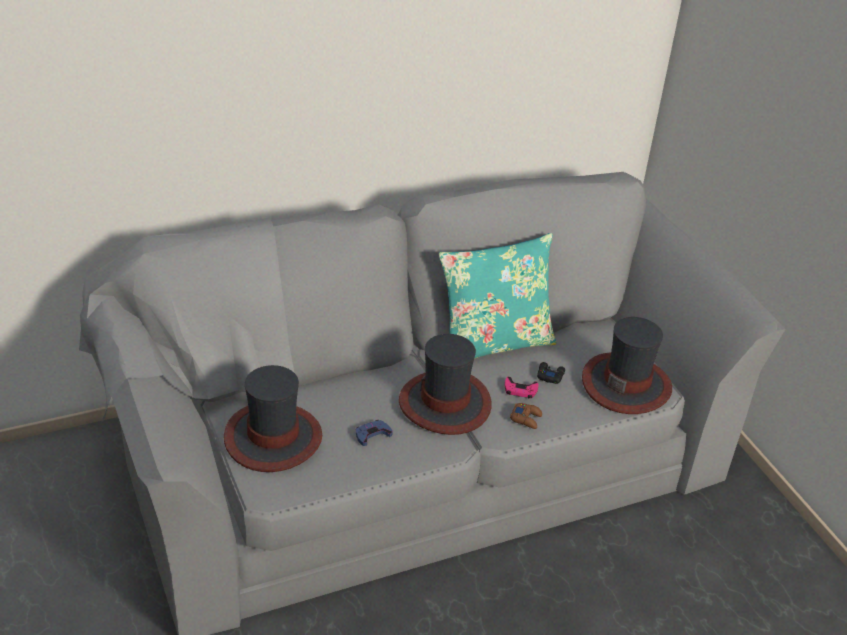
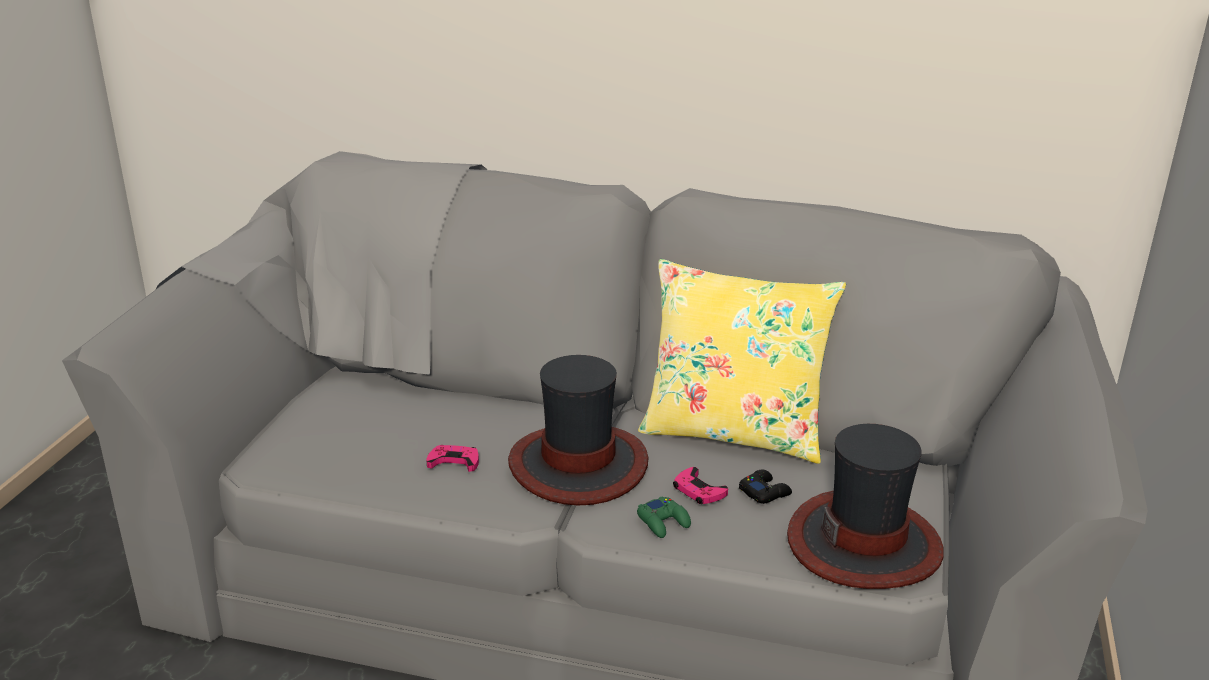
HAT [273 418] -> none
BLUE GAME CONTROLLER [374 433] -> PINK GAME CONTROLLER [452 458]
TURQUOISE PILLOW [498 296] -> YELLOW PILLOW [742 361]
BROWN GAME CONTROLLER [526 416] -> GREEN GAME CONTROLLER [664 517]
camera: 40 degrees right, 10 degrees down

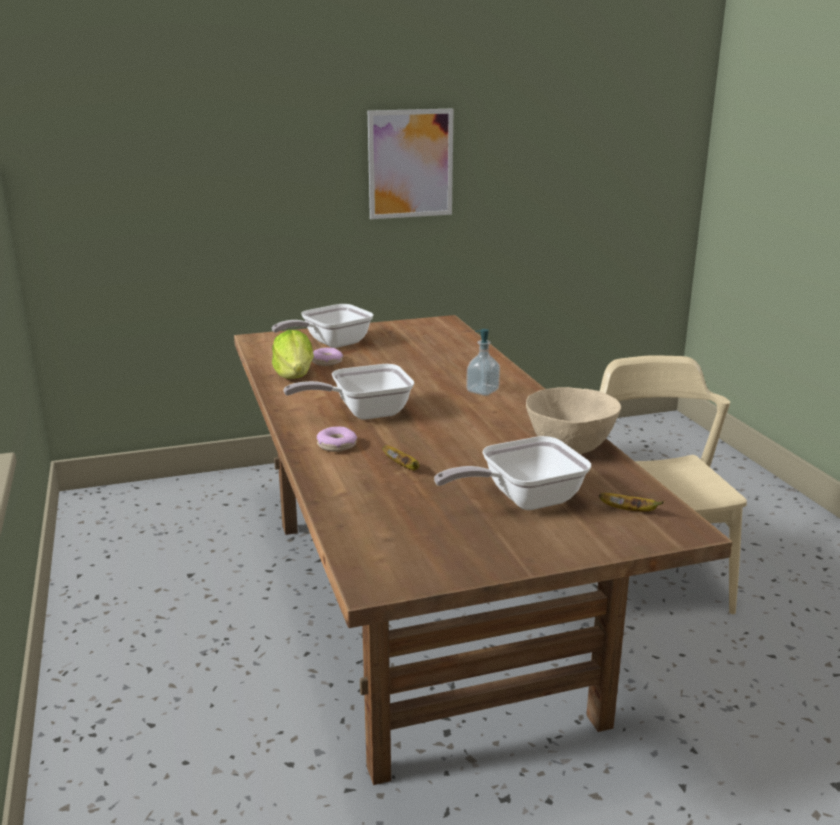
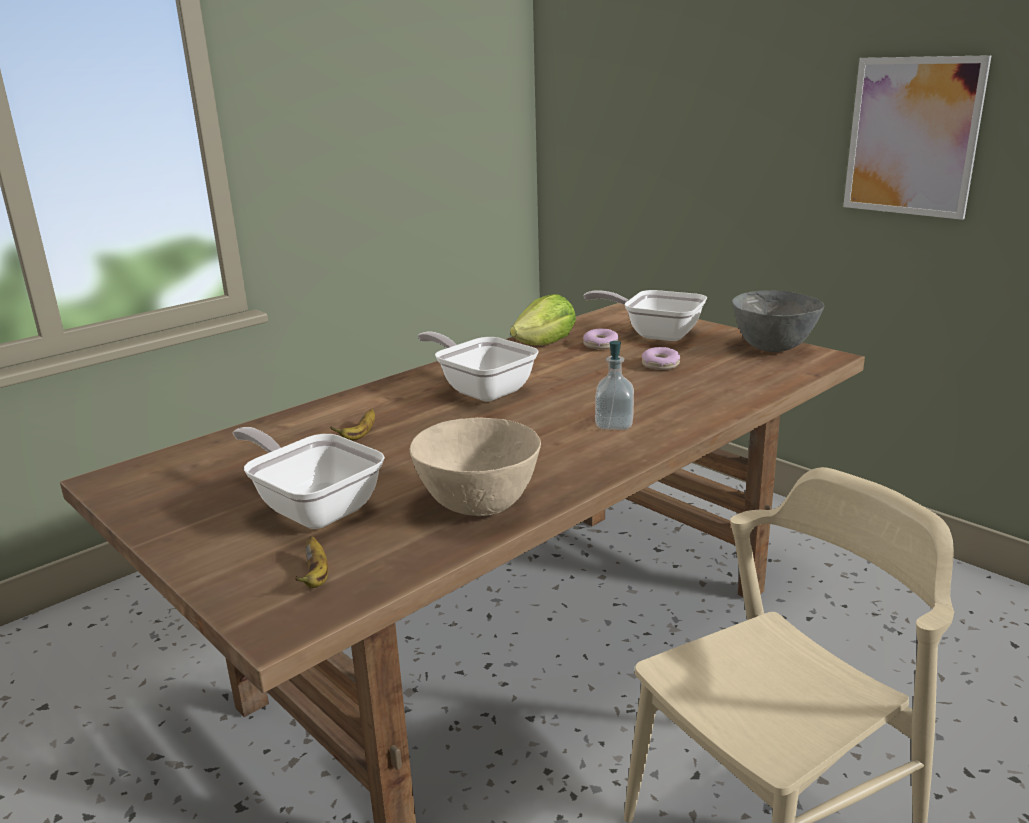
none -> GREY BOWL [778 321]
DONUT [337 439] -> DONUT [661 358], shifted
camera: 65 degrees right, 0 degrees up

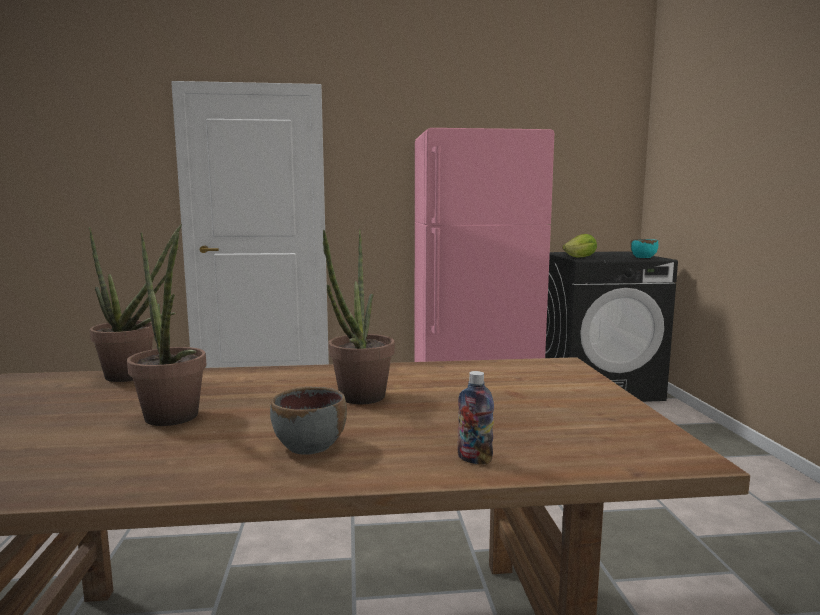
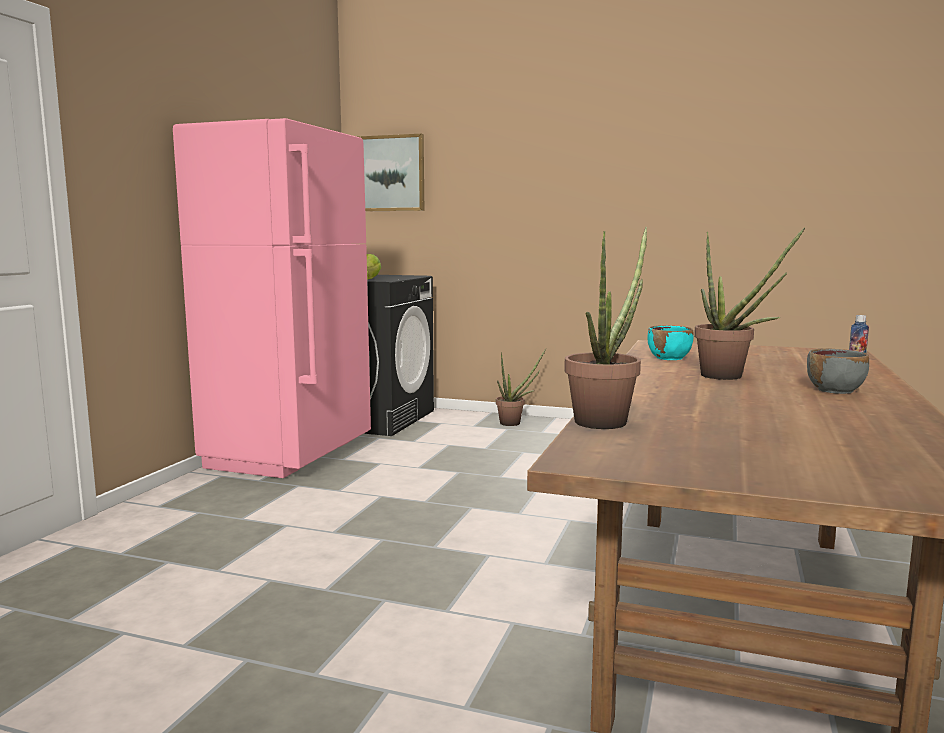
none -> PICTURE [391 172]
POTTED PLANT [167 329] -> POTTED PLANT [521 387], shifted
TURQUOISE BOWL [644 248] -> TURQUOISE BOWL [671 342], shifted
camera: 65 degrees left, 0 degrees up

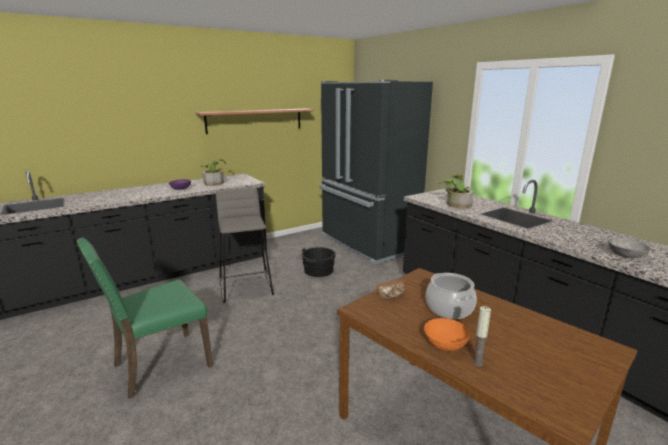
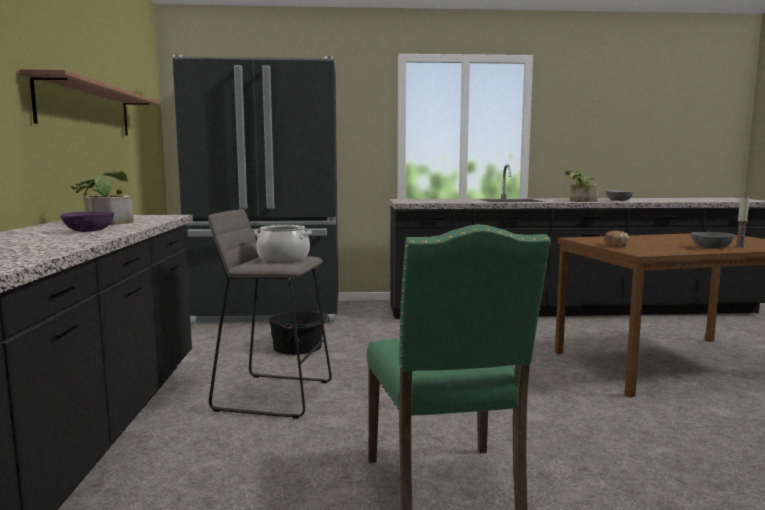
COOKING POT [451 296] -> COOKING POT [283 243], shifted
POTTED PLANT [455 191] -> POTTED PLANT [582 185], shifted
ORANGE BOWL [447 334] -> GREY BOWL [713 240]
camera: 60 degrees left, 10 degrees down

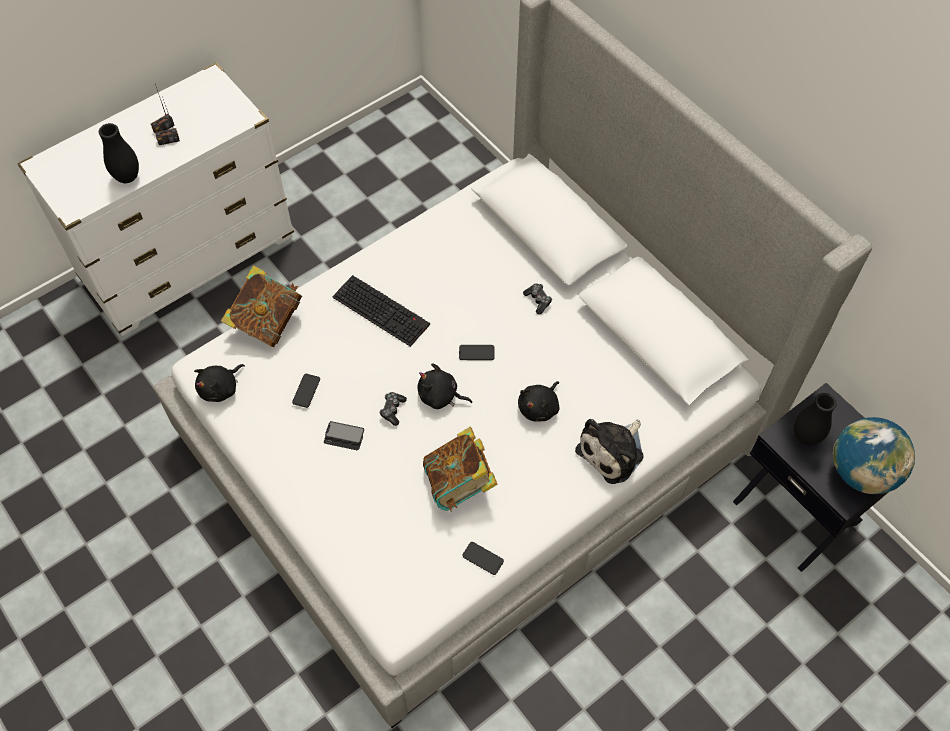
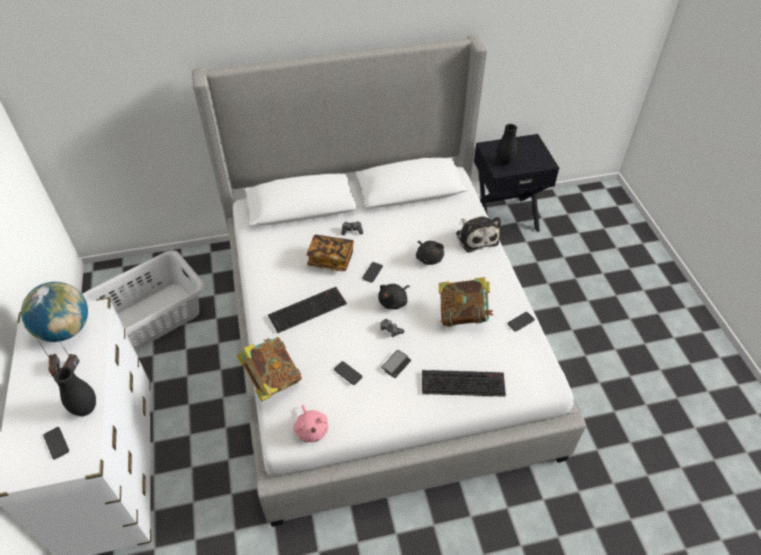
none -> PHONE [56 443]
none -> GREY LAUNDRY BASKET [143 300]
none -> BOOK [330 253]
none -> KEYBOARD [464 383]
GLOBE [874 455] -> GLOBE [54 312], shifted
BLACK PLUSH TOY [219 383] -> PINK PLUSH TOY [310 423]
camera: 65 degrees left, 10 degrees down

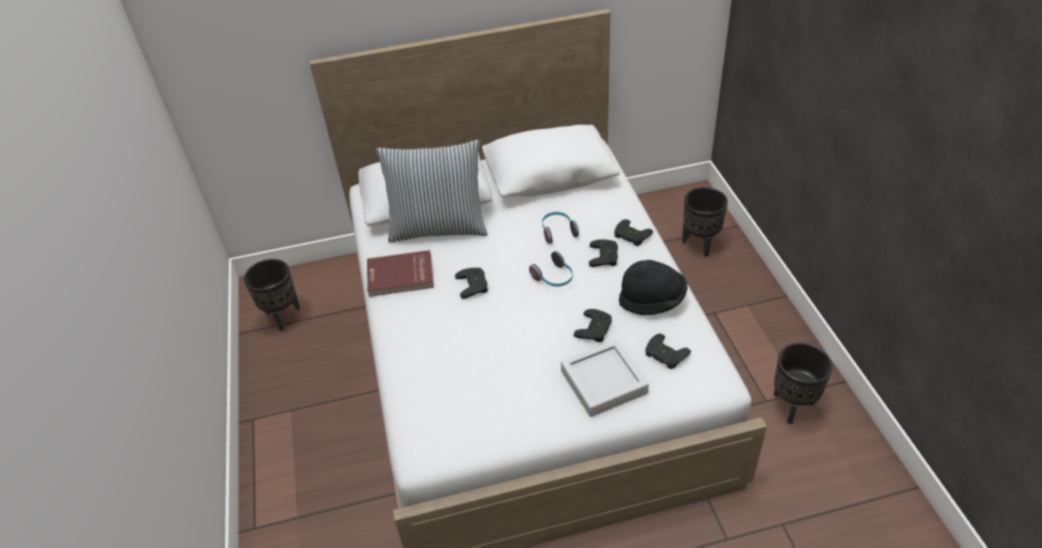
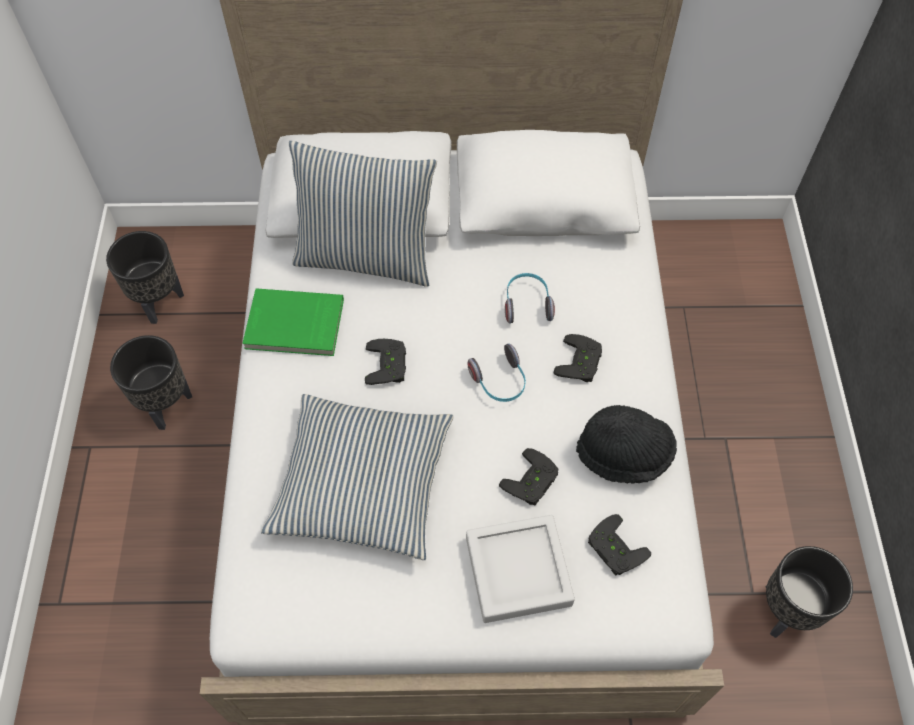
BLACK GAME CONTROLLER [633 232] -> none
none -> PILLOW [357 477]
BLACK PLANTER [705 222] -> BLACK PLANTER [151 382], shifted
RED BOOK [400 273] -> GREEN BOOK [293 322]
camera: 10 degrees right, 15 degrees up

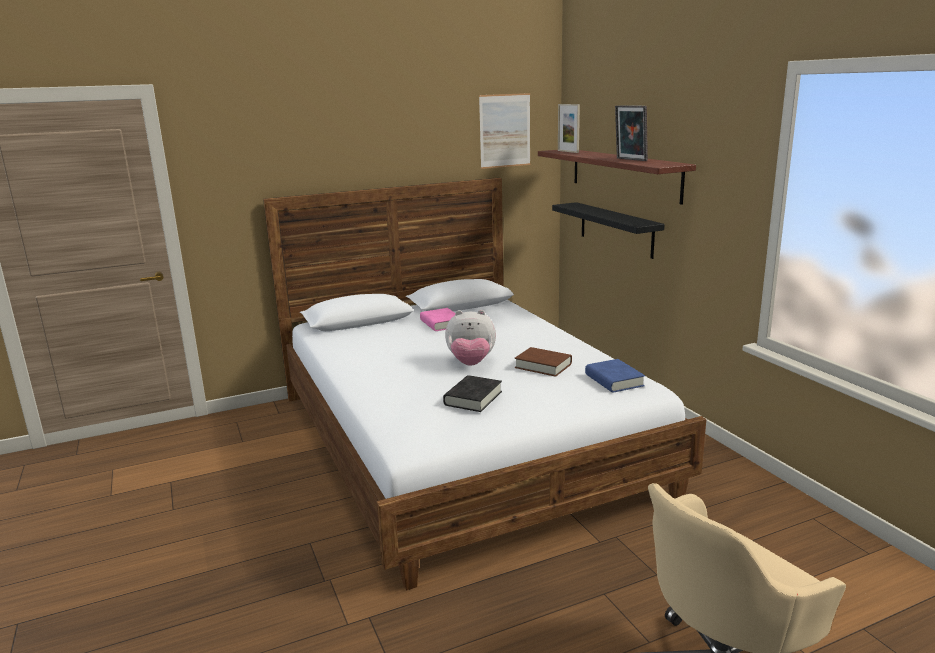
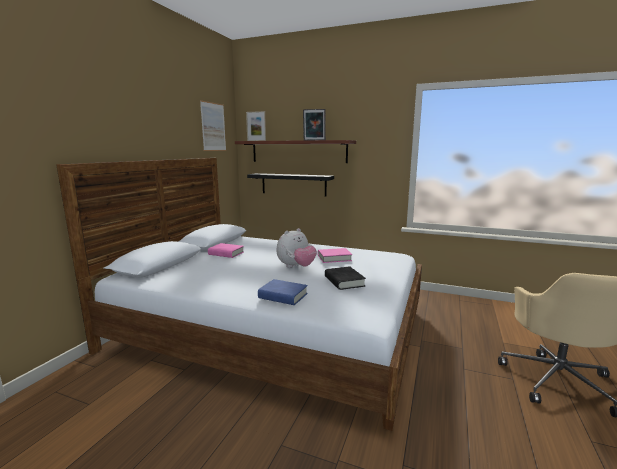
BLUE BOOK [615 376] -> BLUE BOOK [283 292], shifted
BROWN BOOK [543 362] -> PINK BOOK [335 255]
camera: 45 degrees left, 5 degrees down

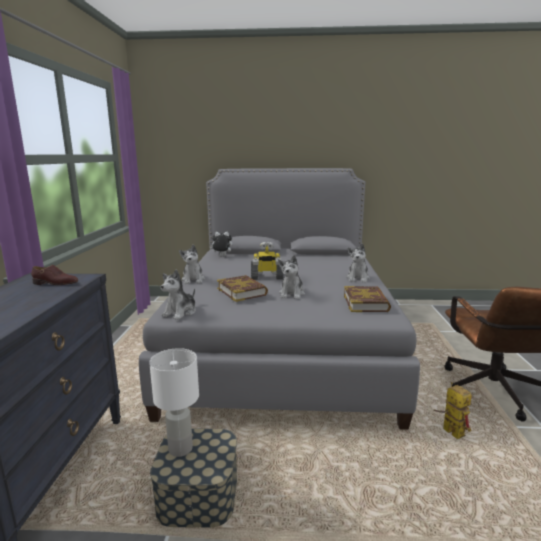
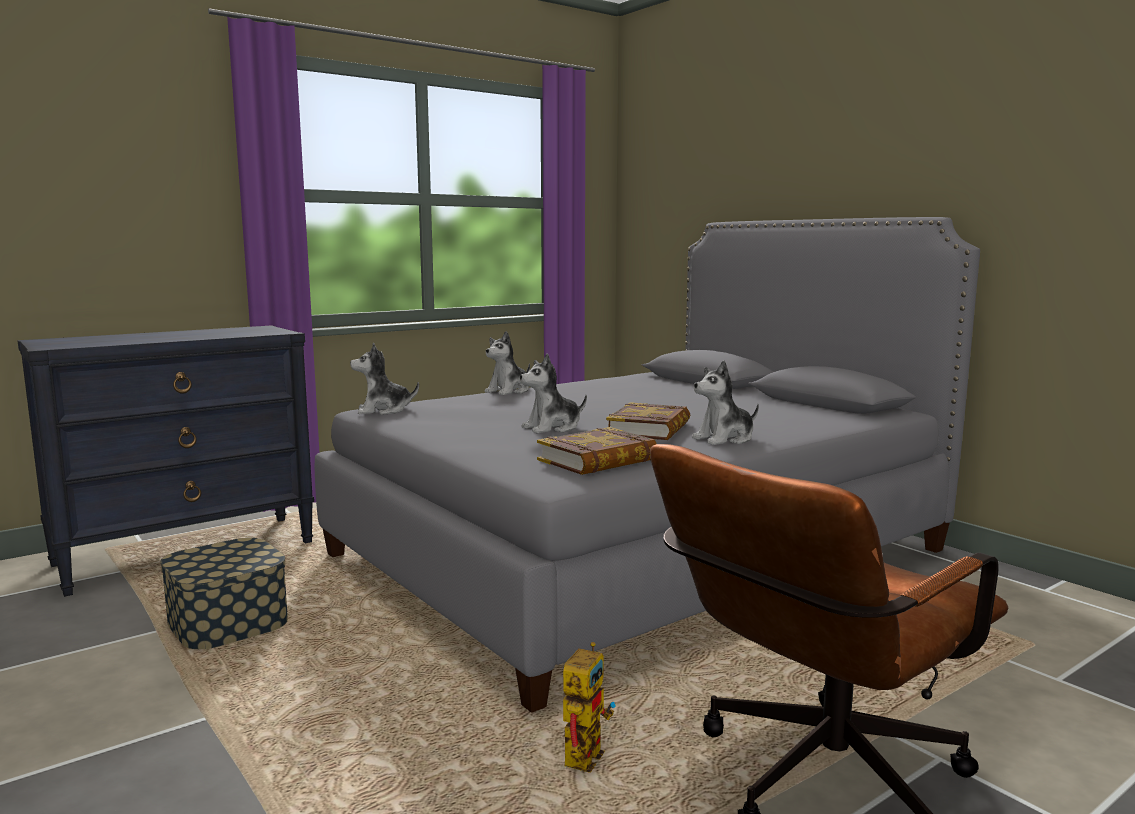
BROWN SHOE [54 275] -> none
WHITE TABLE LAMP [174 402] -> none
PLUSH TOY [221 244] -> none
TOY ROBOT [267 260] -> none
BOOK [242 288] -> BOOK [648 421], shifted
camera: 50 degrees right, 5 degrees down

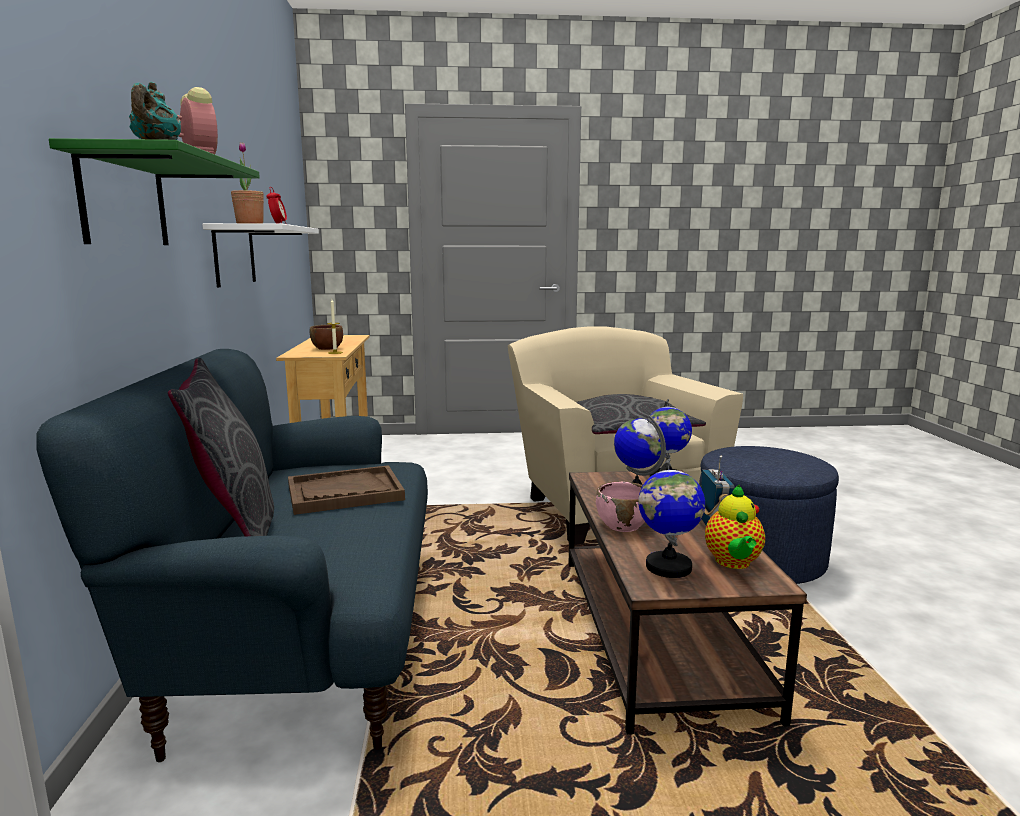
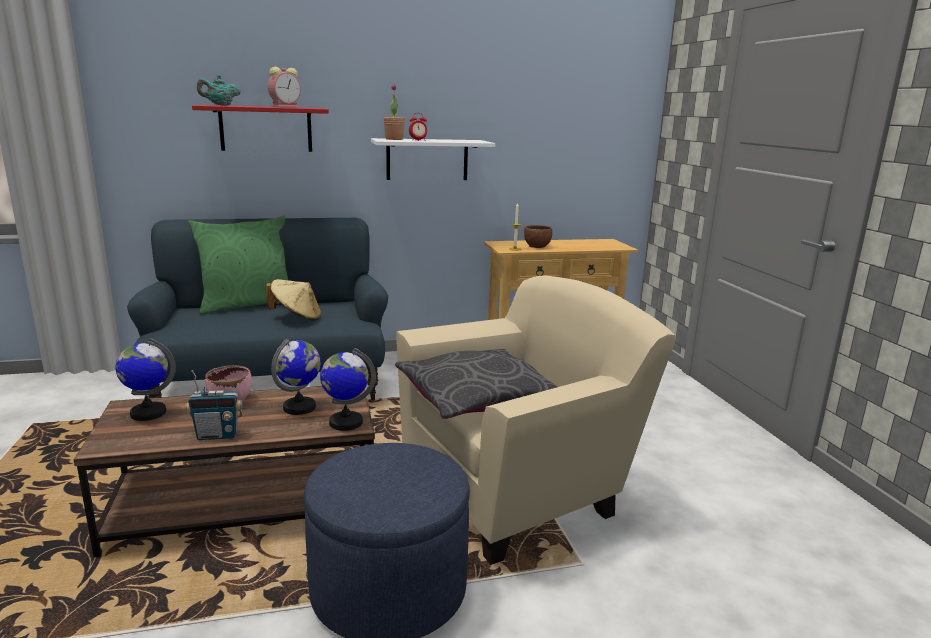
TEAPOT [735 527] -> none
BROWN TRAY [346 490] -> BEIGE HAT [294 300]
GREEN SHELF [154 191] -> RED SHELF [260 128]
GREY PILLOW [221 447] -> GREEN PILLOW [238 265]
camera: 80 degrees right, 5 degrees up

